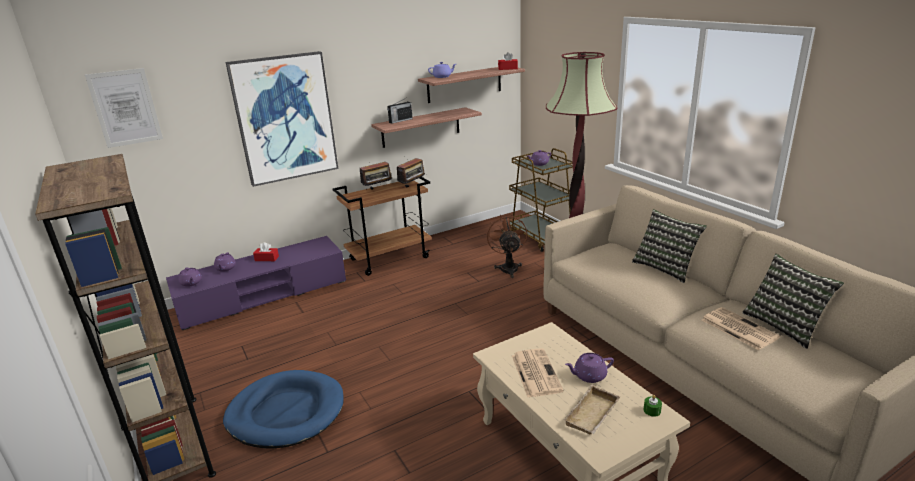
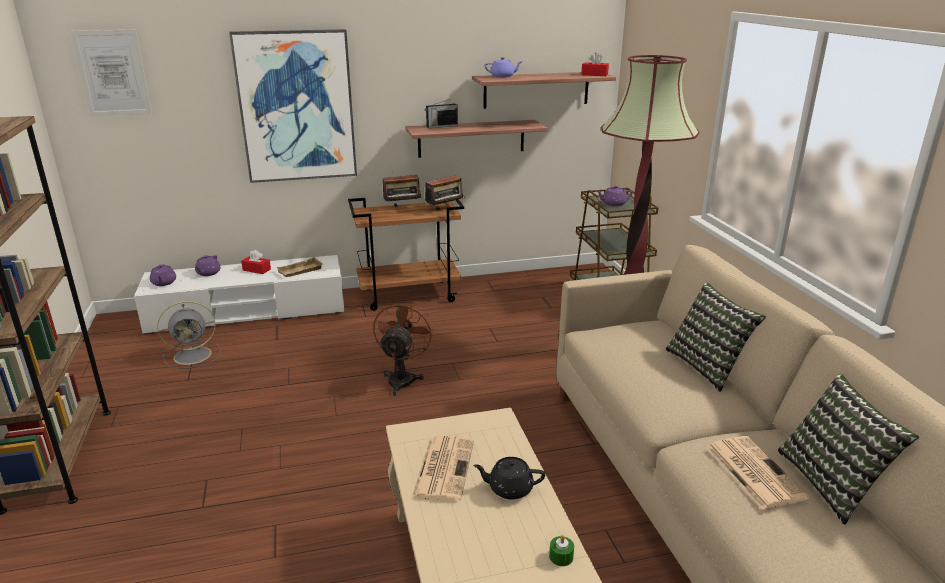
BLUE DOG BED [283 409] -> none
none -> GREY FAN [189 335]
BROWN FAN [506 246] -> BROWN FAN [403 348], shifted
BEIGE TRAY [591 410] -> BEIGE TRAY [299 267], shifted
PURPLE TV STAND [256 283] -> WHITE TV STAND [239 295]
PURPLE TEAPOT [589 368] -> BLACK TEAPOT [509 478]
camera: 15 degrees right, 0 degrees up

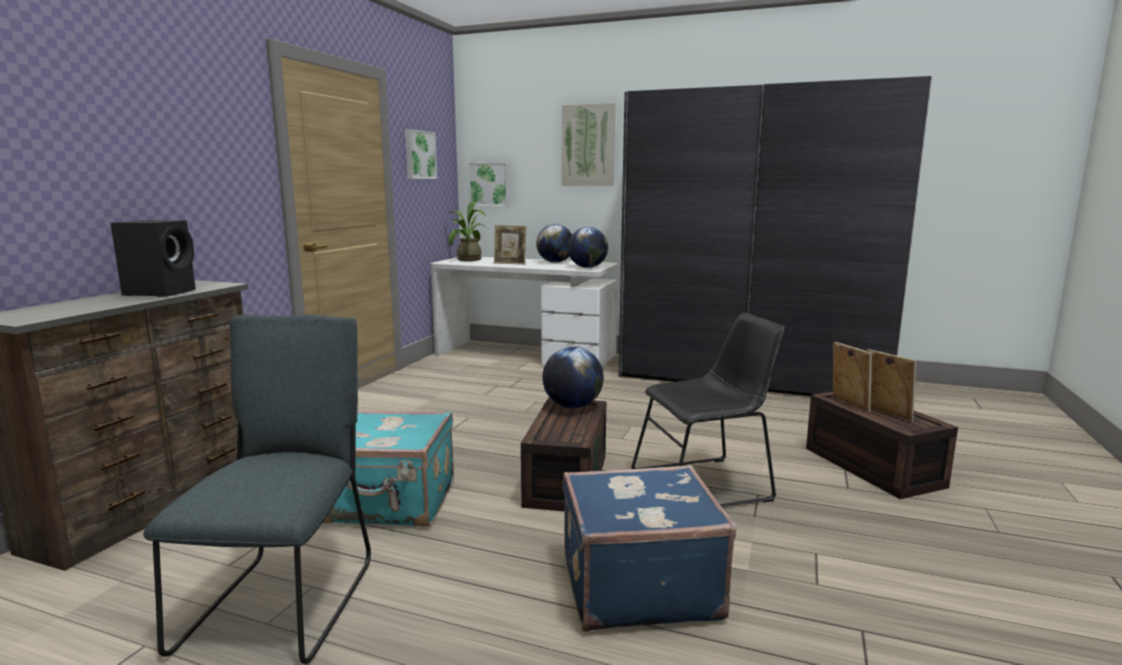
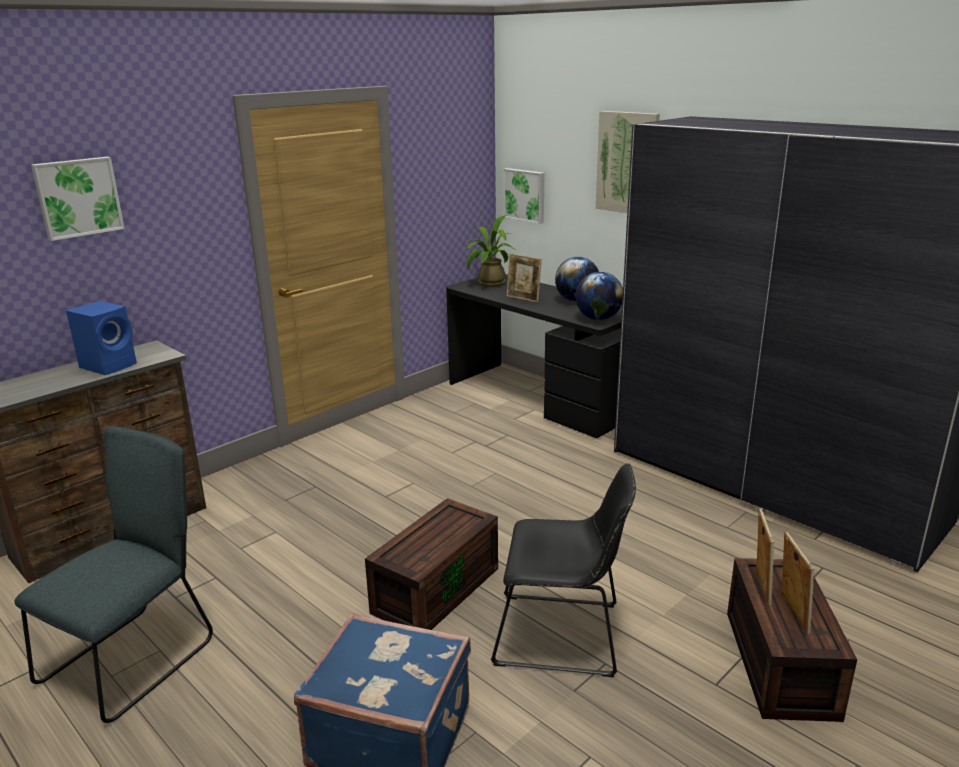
TURQUOISE SUITCASE [388 468] -> none
GLOBE [573 377] -> none
PICTURE [421 154] -> PICTURE [78 199], shifted
BLACK SPEAKER [153 258] -> BLUE SPEAKER [101 338]
WHITE DESK [524 312] -> BLACK DESK [534 356]
camera: 25 degrees right, 10 degrees up

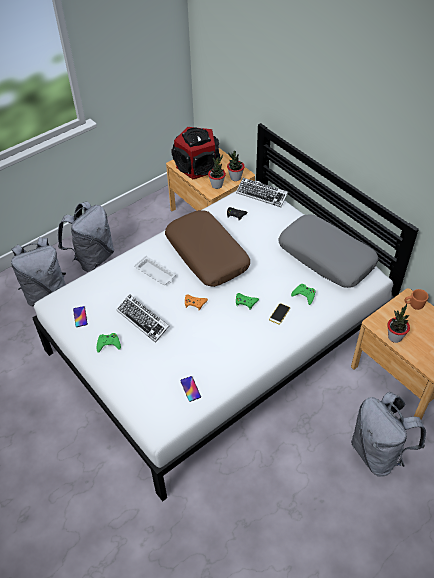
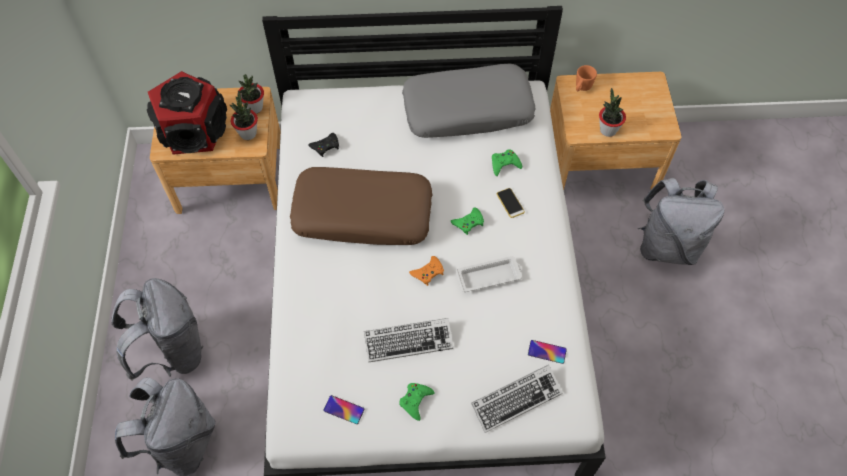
WHITE TRAY [155 270] -> WHITE TRAY [489 274], shifted
KEYBOARD [262 192] -> KEYBOARD [516 399], shifted
camera: 55 degrees left, 10 degrees up

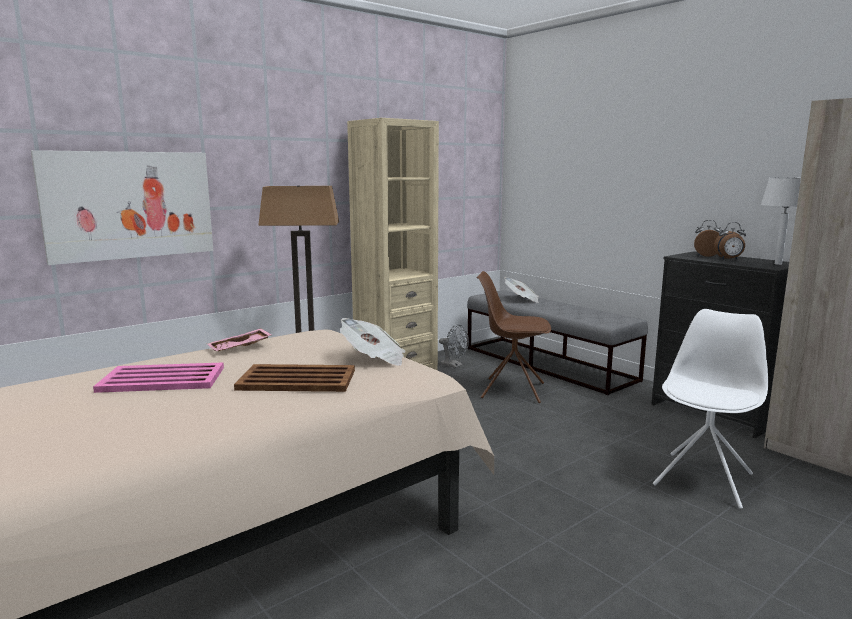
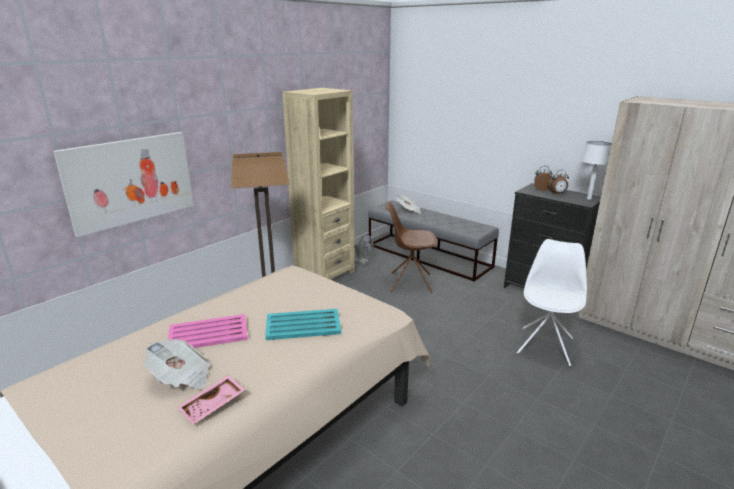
PINK TRAY [239 340] -> PINK TRAY [211 399], shifted
NEWSPAPER [372 342] -> NEWSPAPER [177 364], shifted
BROWN TRAY [294 378] -> TURQUOISE TRAY [303 324]
camera: 10 degrees left, 10 degrees up

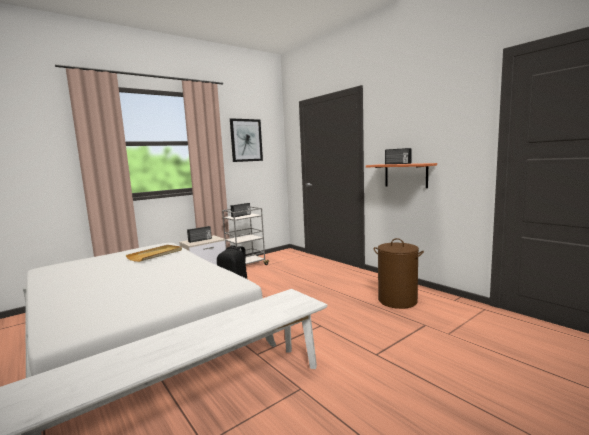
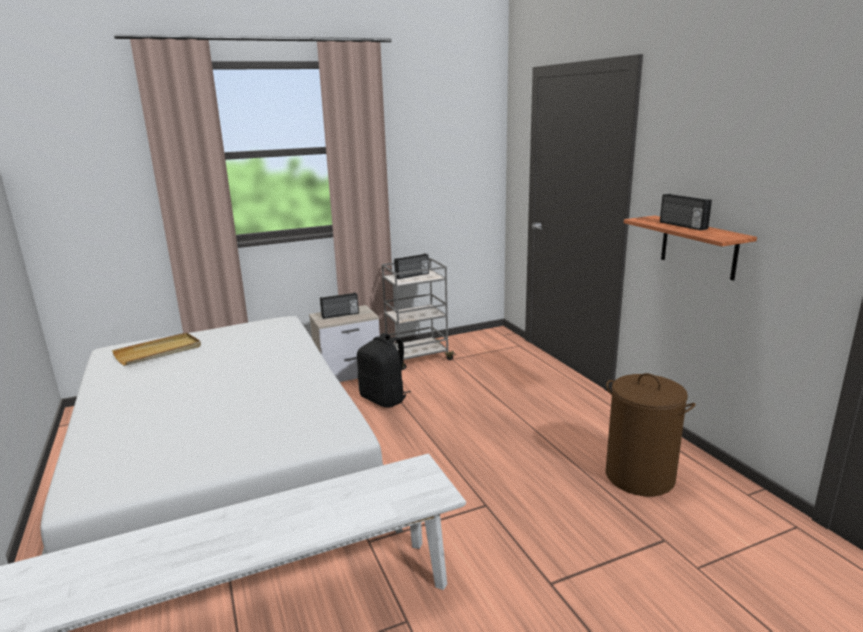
PICTURE [246 140] -> none
BEIGE TRAY [154 253] -> BEIGE TRAY [156 349], shifted
camera: 15 degrees right, 10 degrees up

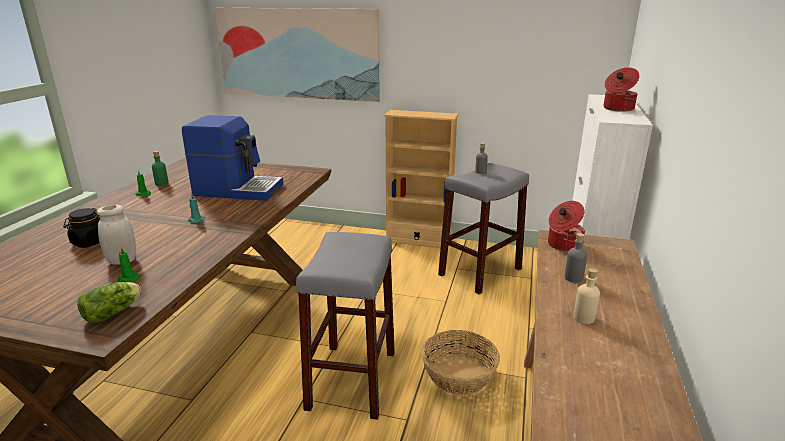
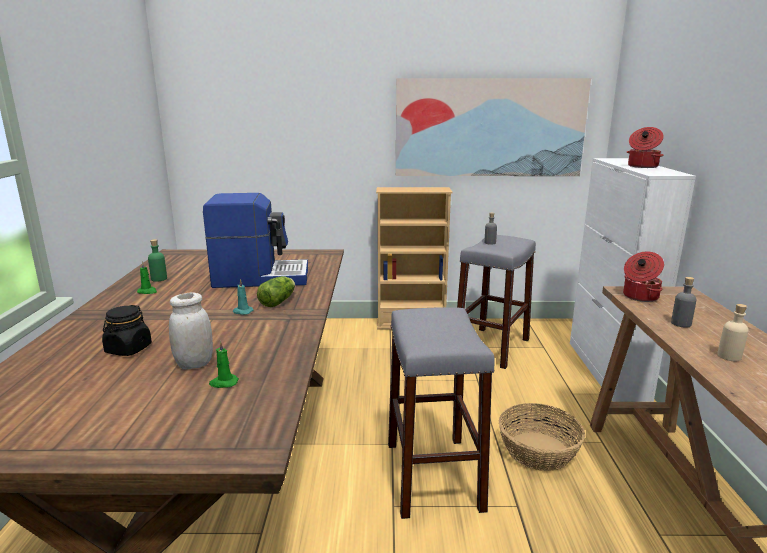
LETTUCE [109 302] -> LETTUCE [276 291], shifted
PICTURE [297 55] -> PICTURE [493 127], shifted
camera: 15 degrees left, 5 degrees down

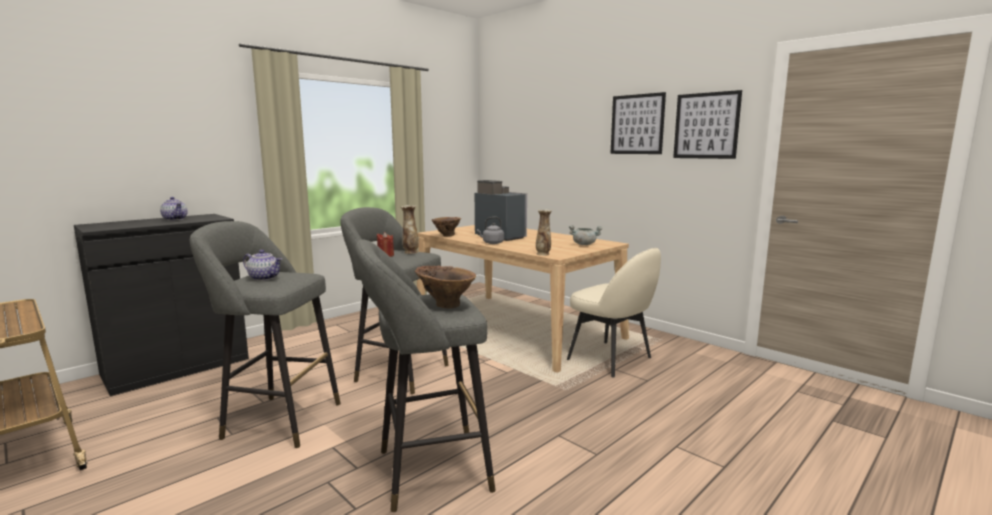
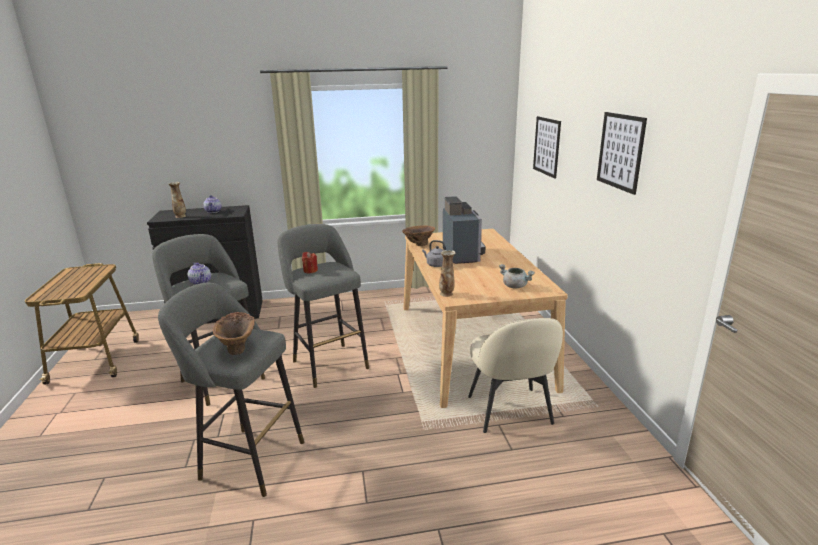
VASE [409 229] -> VASE [177 200], shifted
PICTURE [707 124] -> PICTURE [547 147], shifted
camera: 35 degrees right, 10 degrees up

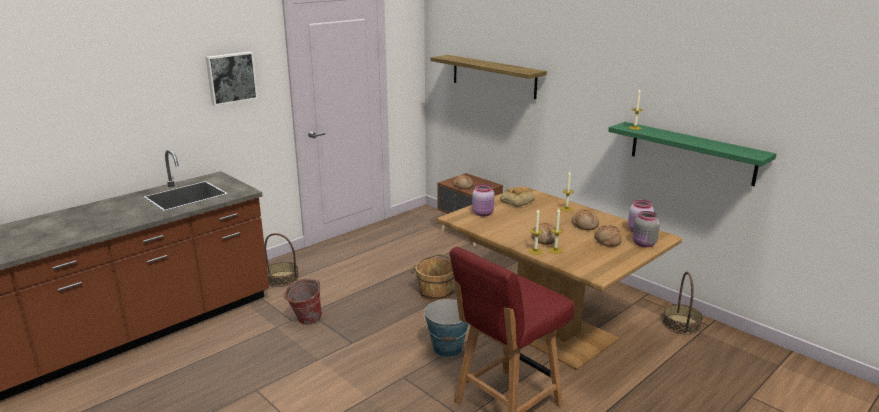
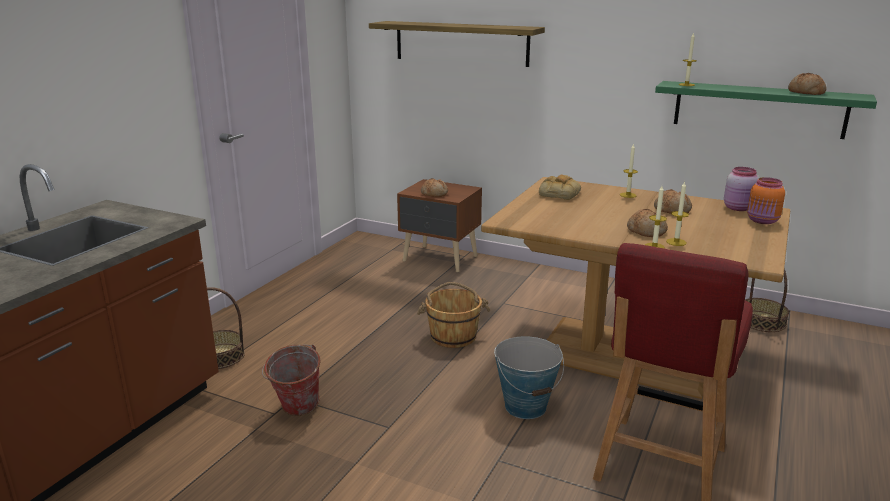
PICTURE [232 79] -> none
PINK JAR [483 200] -> none
BREAD [608 236] -> BREAD [807 84], shifted
GREY JAR [646 229] -> ORANGE JAR [766 200]
camera: 20 degrees left, 0 degrees up

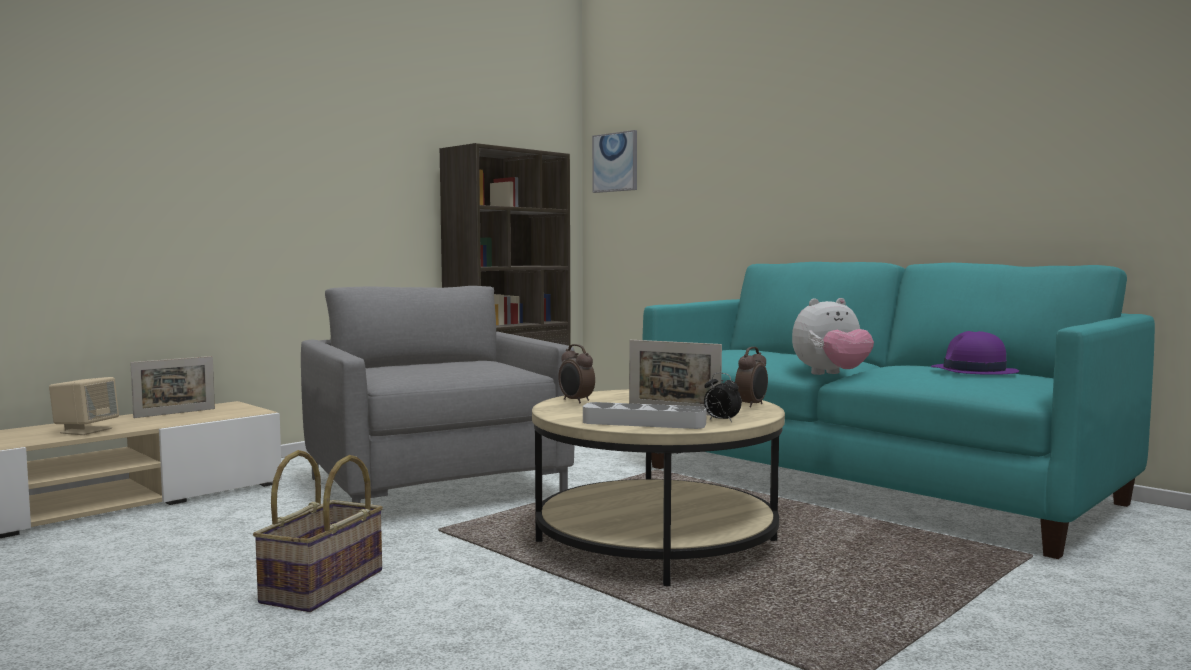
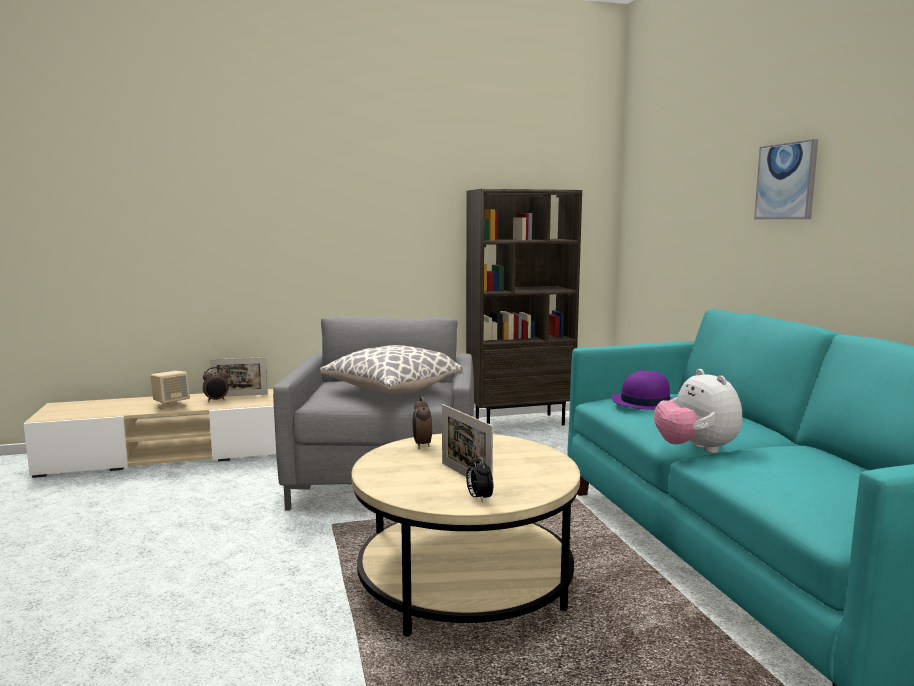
BASKET [318 531] -> none
GREY TRAY [644 415] -> none
none -> PILLOW [391 369]
PICTURE [614 161] -> PICTURE [786 179], shifted
ALARM CLOCK [751 377] -> ALARM CLOCK [215 384], shifted
PURPLE HAT [975 353] -> PURPLE HAT [642 390], shifted
PLUSH TOY [833 336] -> PLUSH TOY [698 411], 60 degrees clockwise
camera: 30 degrees right, 5 degrees up

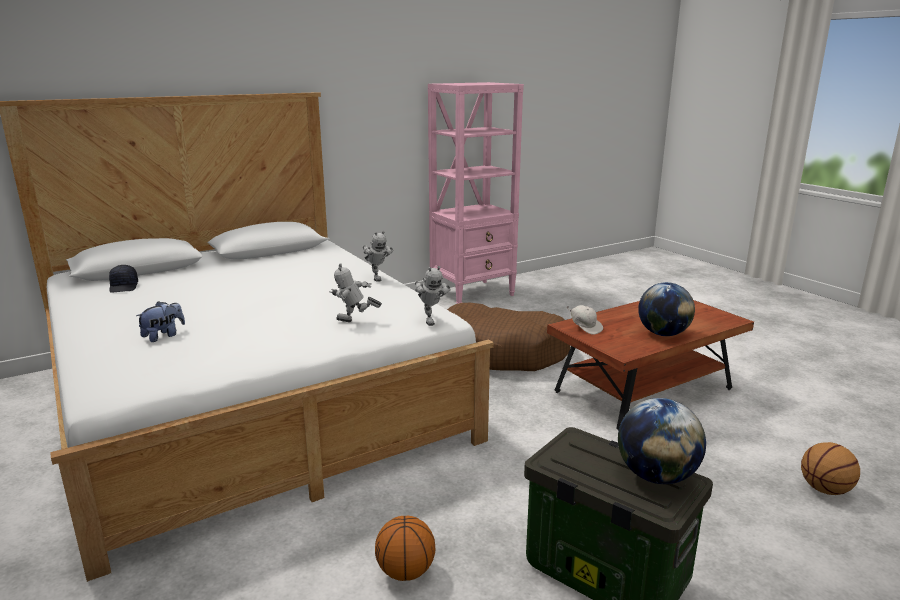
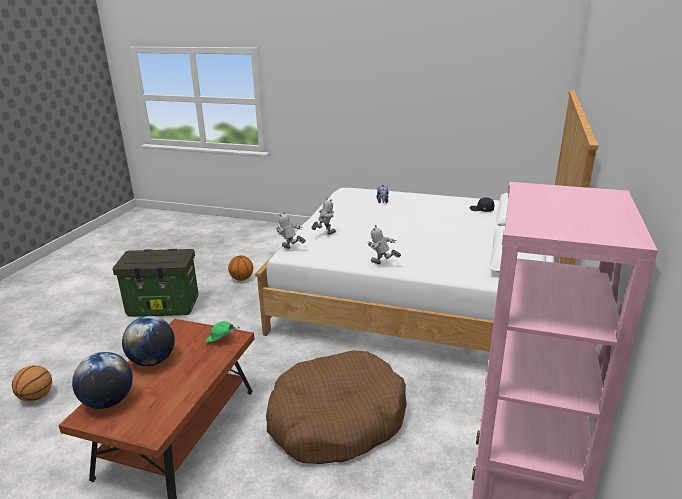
GLOBE [662 441] -> GLOBE [102 380], shifted
WHITE CAP [584 320] -> GREEN CAP [222 332]
camera: 140 degrees right, 5 degrees up

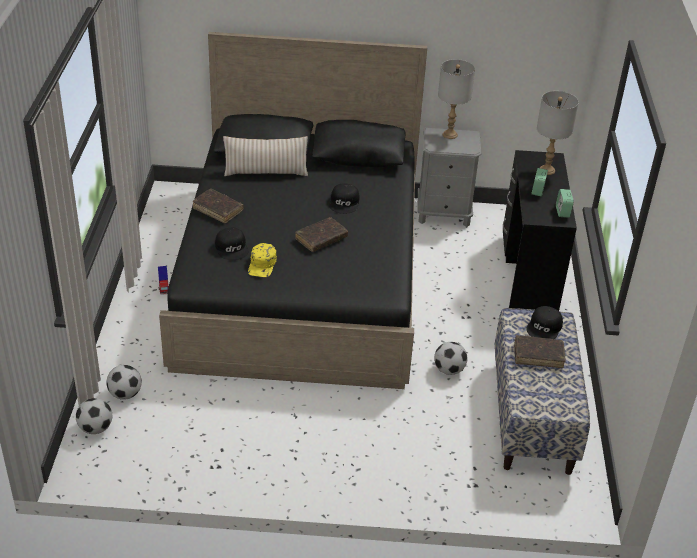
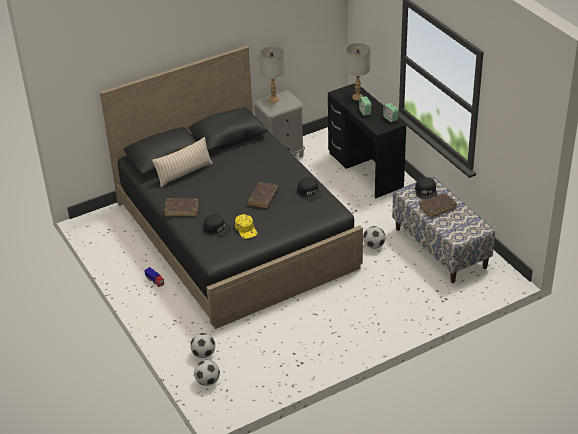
BLACK CAP [344 199] -> BLACK CAP [309 189], shifted
camera: 30 degrees left, 0 degrees up

